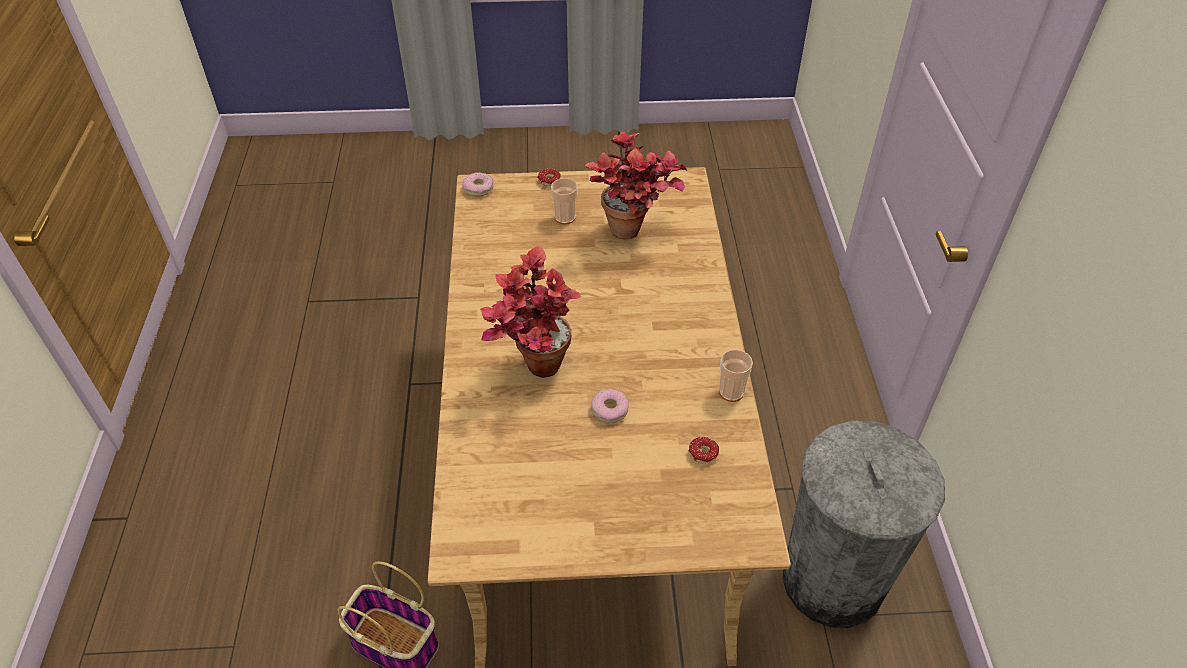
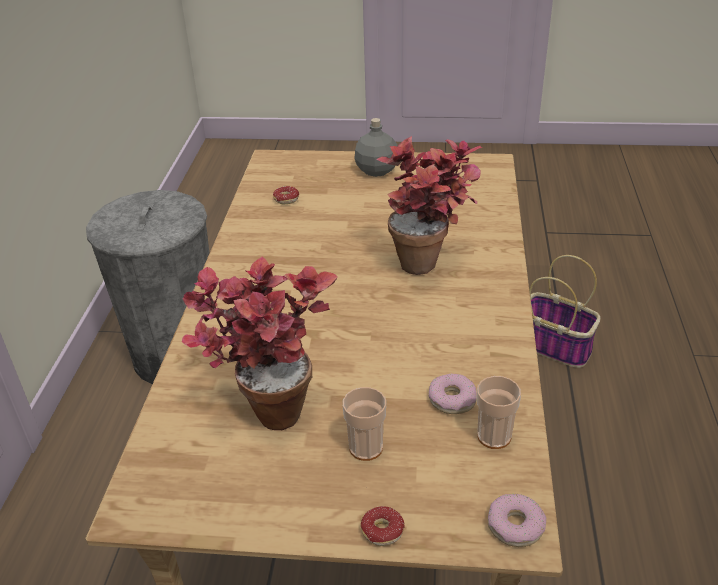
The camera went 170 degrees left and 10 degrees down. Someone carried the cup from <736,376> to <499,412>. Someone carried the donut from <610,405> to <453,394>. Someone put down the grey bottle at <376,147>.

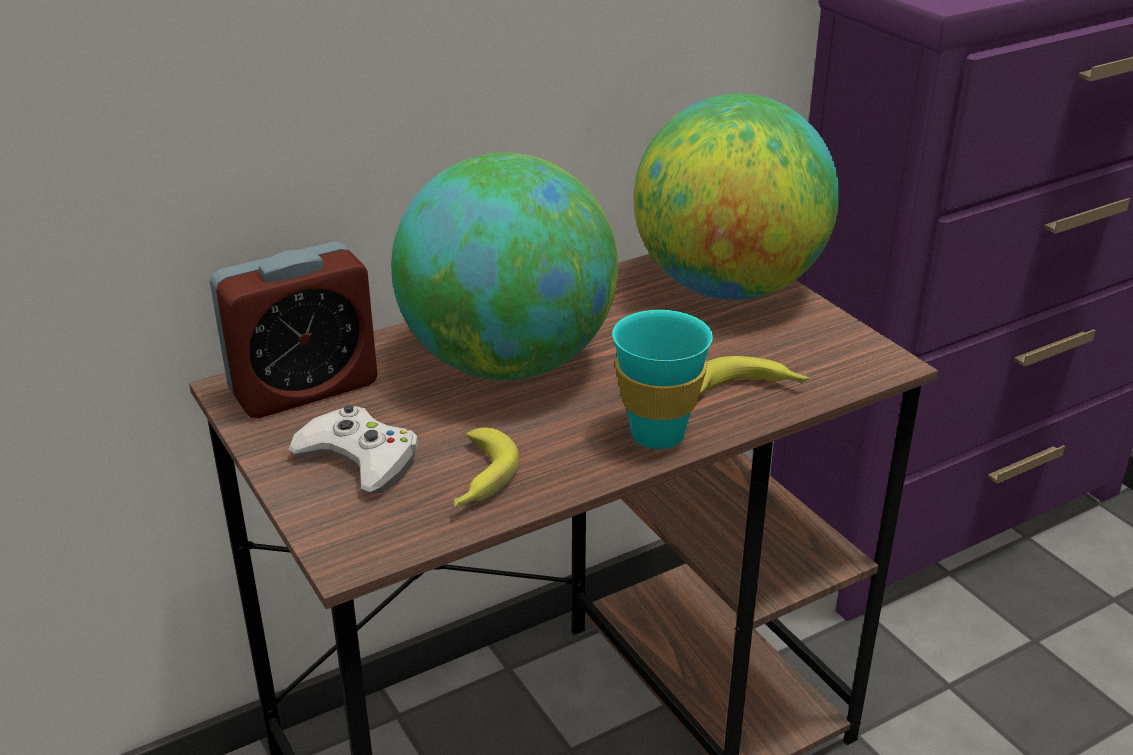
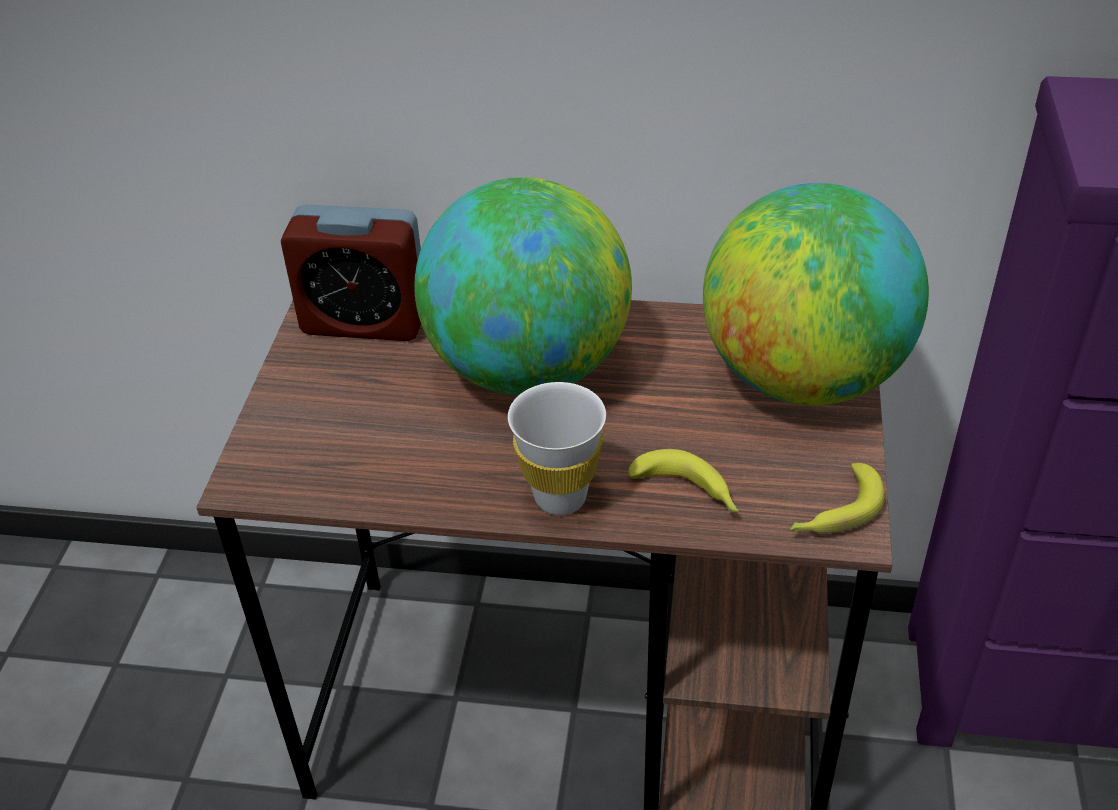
The camera went 40 degrees right and 10 degrees up. Someone repainted the turquoise cup at <662,379>, which became the white cup at <557,448>. Someone took away the white game controller at <353,449>. Someone carried the banana from <487,467> to <837,498>.

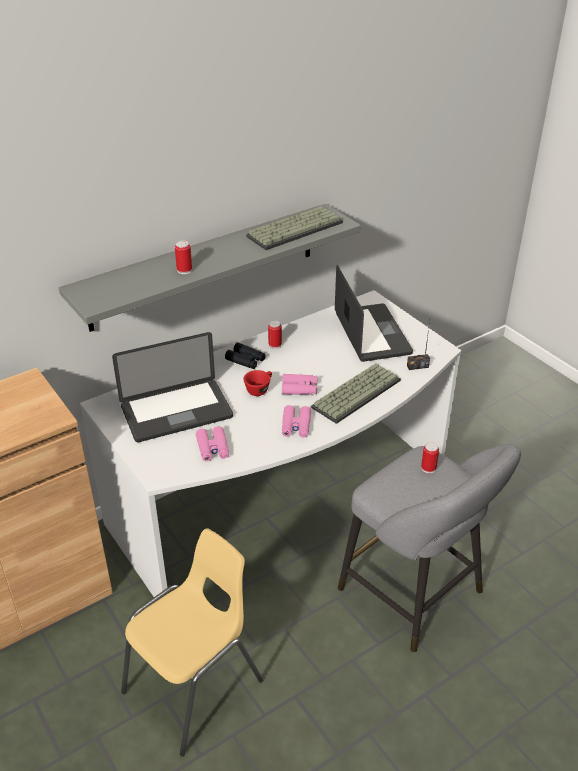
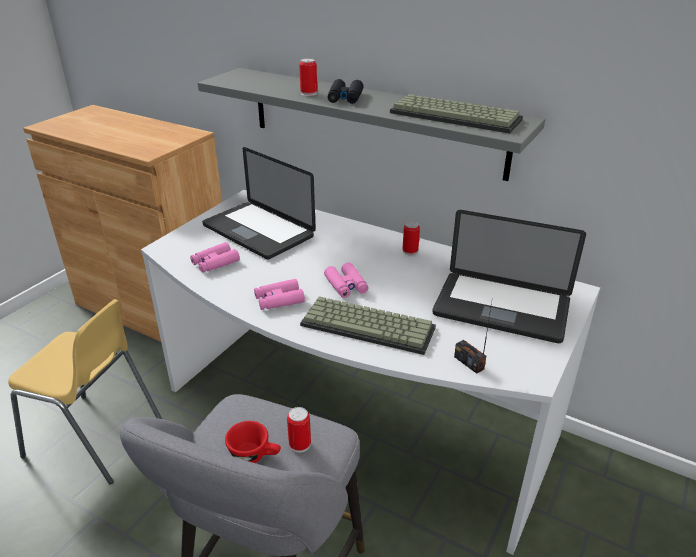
The camera went 65 degrees right and 5 degrees down. Someone rotated the laptop at <374,313> by 60 degrees clockwise. Someone carried the black binoculars from <245,355> to <346,91>. Someone carried the red cup from <258,383> to <253,442>.

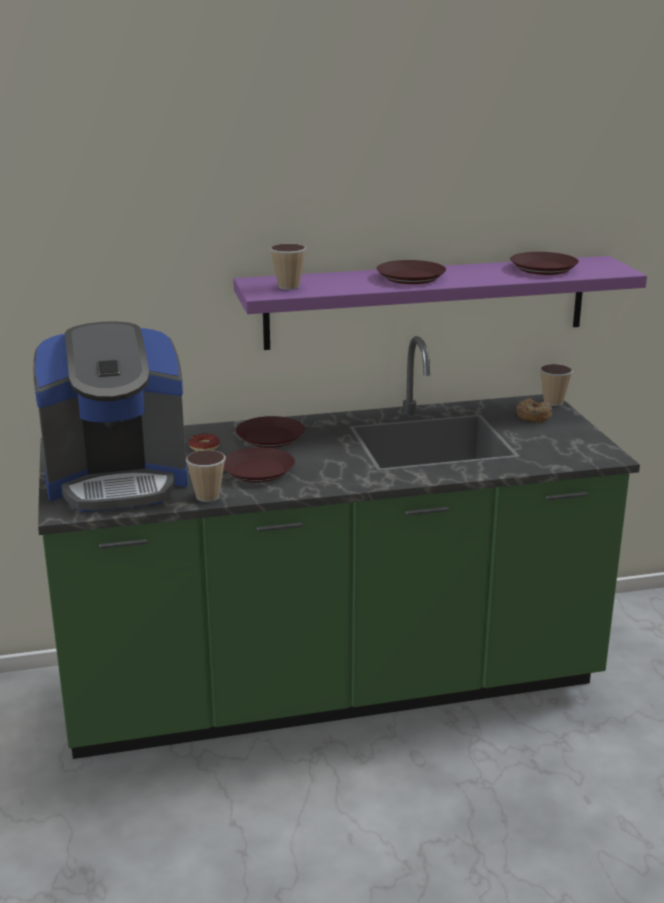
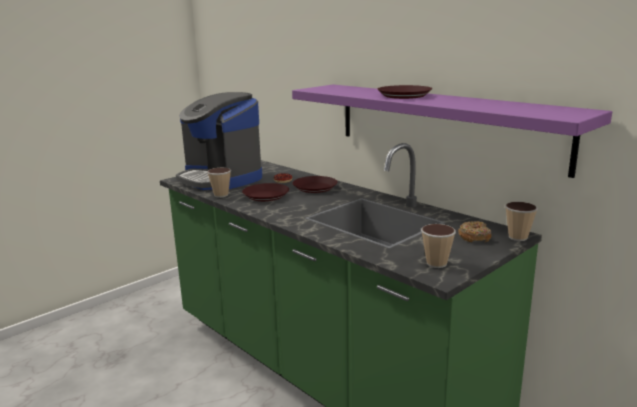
The camera went 60 degrees right and 5 degrees down. Someone carried the cup from <288,267> to <438,246>. Someone took away the brown plate at <544,263>.

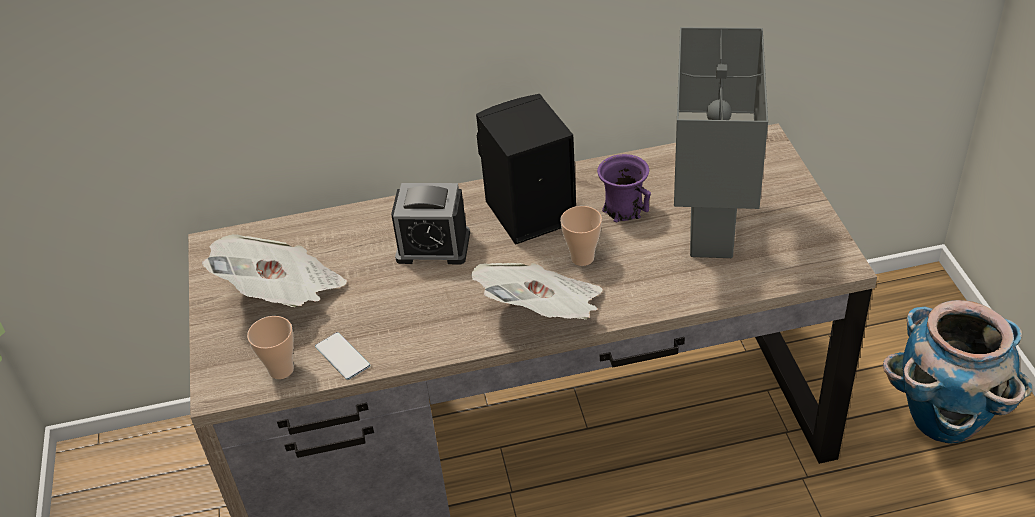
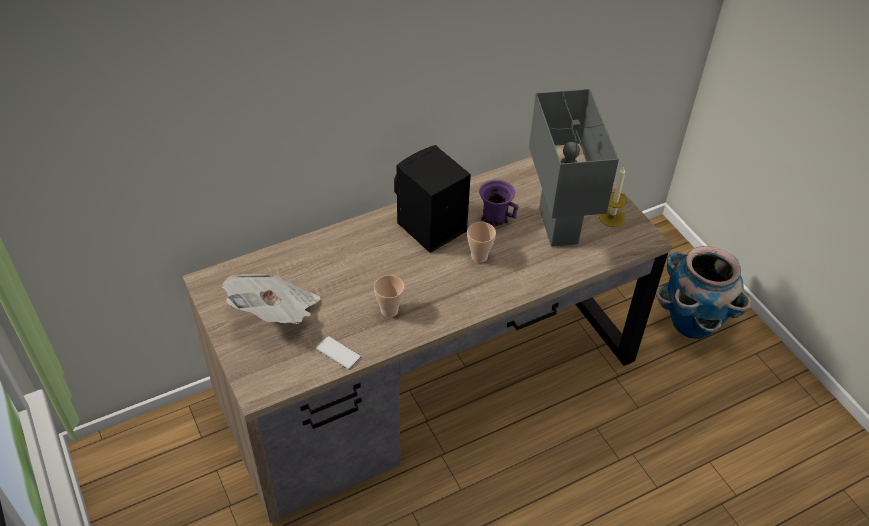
The camera went 20 degrees left and 5 degrees up. Someone took away the alarm clock at <430,223>. Someone took away the newspaper at <537,291>. Someone carried the cup from <270,347> to <389,296>. Someone put down the candle at <613,197>.

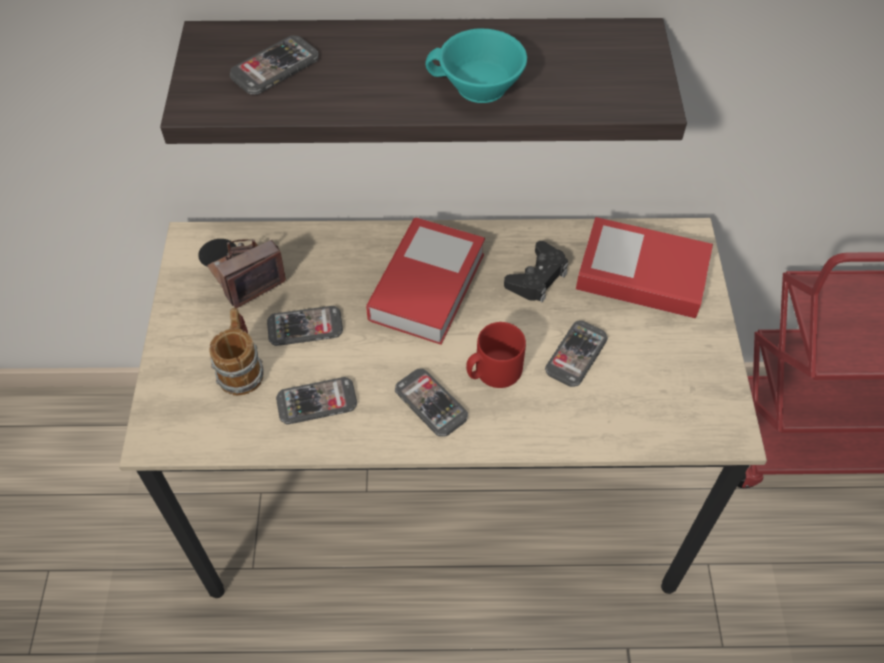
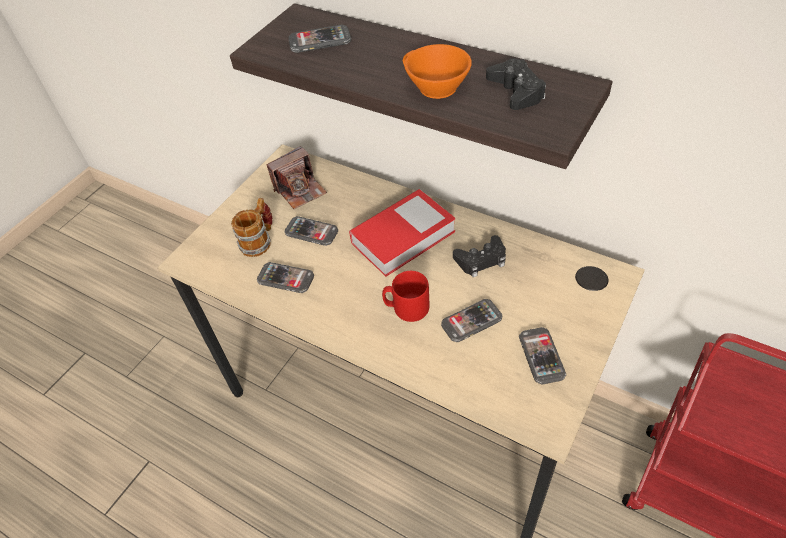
The camera went 35 degrees right and 5 degrees down. Someone repainted the turquoise cup at <476,66>, which became the orange cup at <437,71>. Someone took away the book at <644,268>. Someone rotated the photo camera at <246,273> by 150 degrees clockwise. Someone carried the phone from <431,403> to <542,355>. Someone put down the black game controller at <516,84>.

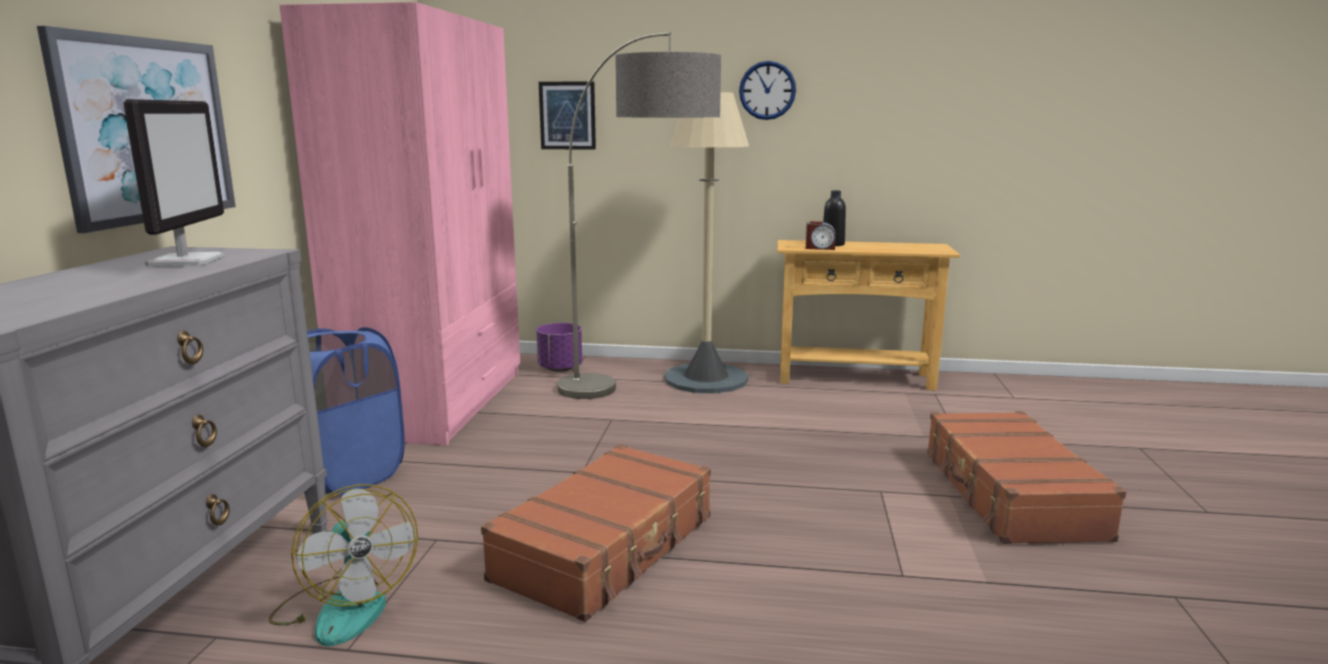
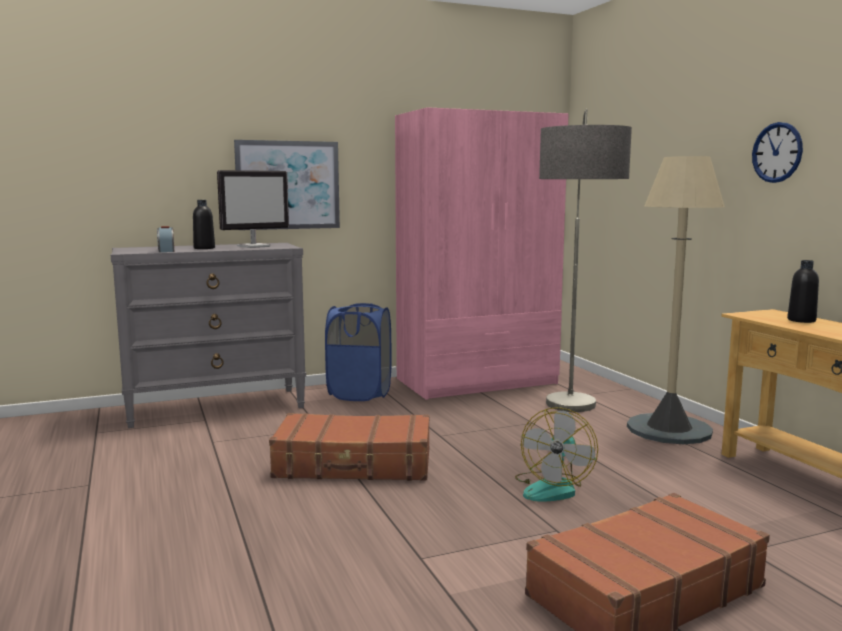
The camera went 60 degrees right and 5 degrees down. Someone took away the picture at <567,115>. Someone carried the alarm clock from <821,235> to <165,239>. Someone took away the purple planter at <559,347>. Someone carried the fan from <343,565> to <556,454>. Someone put down the black bottle at <204,224>.

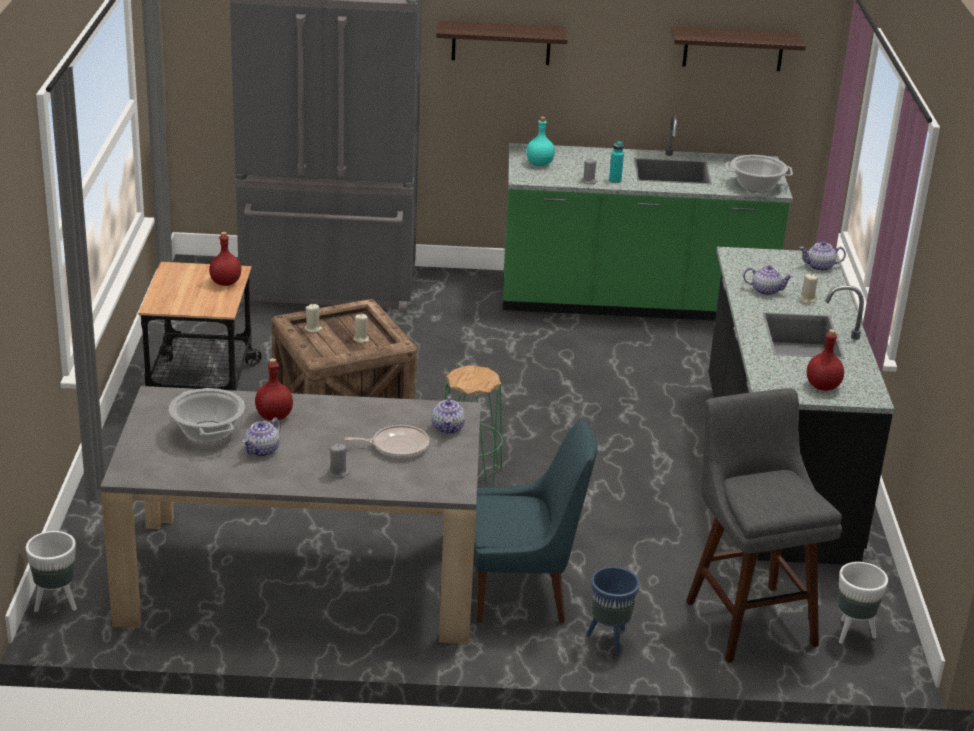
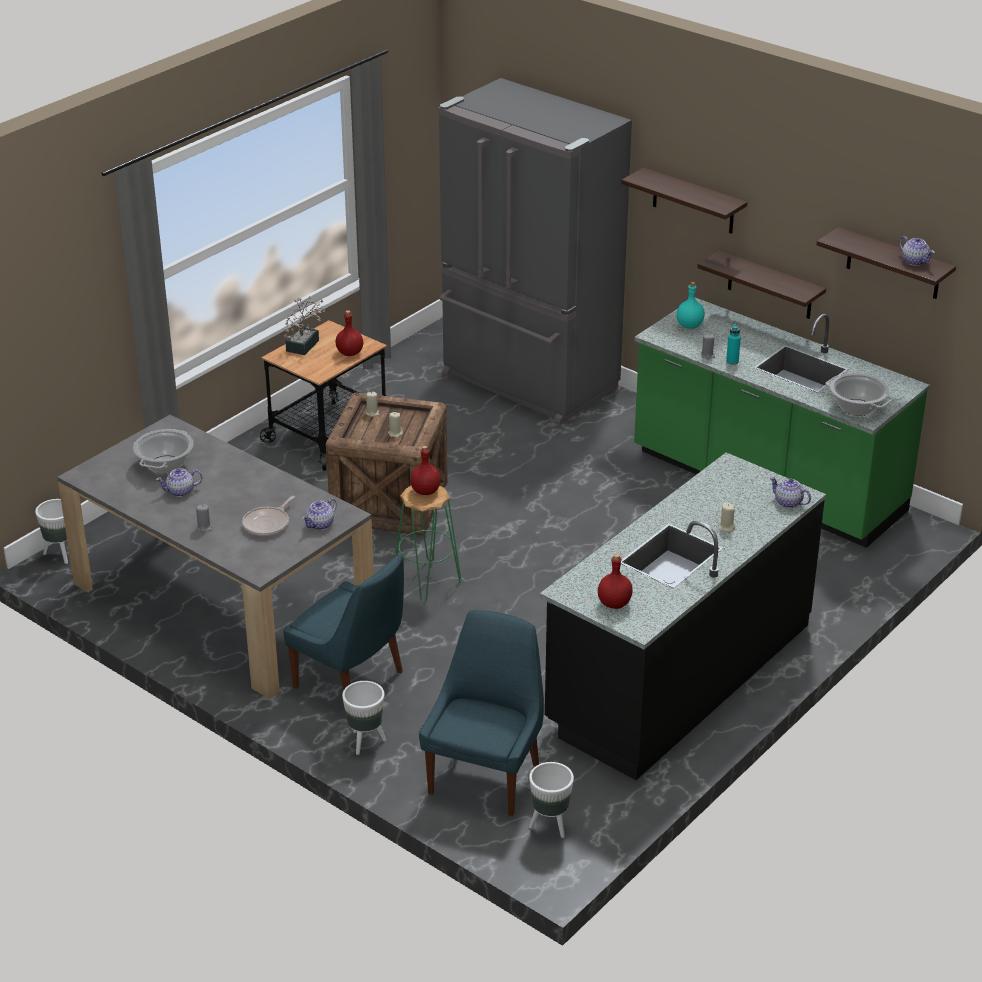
The camera went 40 degrees right and 5 degrees up. Someone carried the teapot from <768,280> to <917,251>. Someone carried the red bottle from <274,389> to <425,470>. Someone swapped the grey stool at <764,525> for the blue chair at <481,713>. Someone rotated the frying pan at <387,441> by 90 degrees clockwise. Someone repainted the blue planter at <613,610>, which became the white planter at <364,718>. Someone put up the shelf at <761,285>. Someone put down the potted plant at <304,325>.

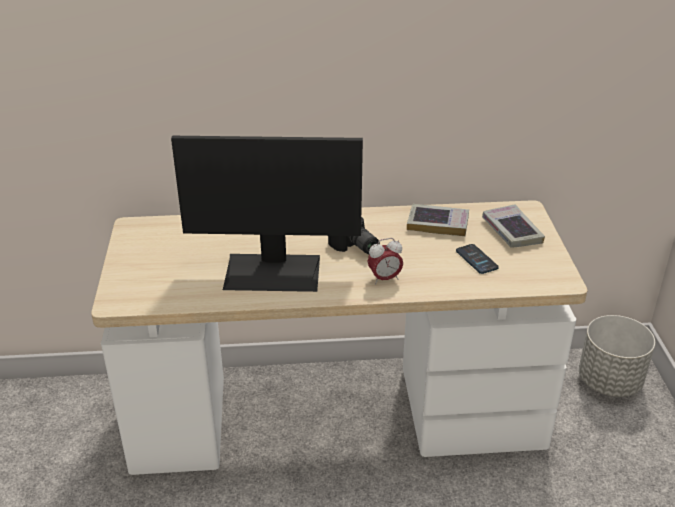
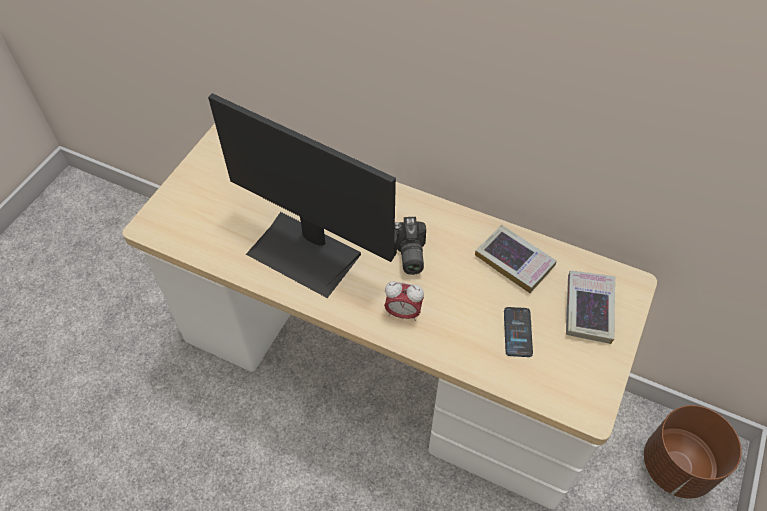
The camera went 30 degrees right and 20 degrees up. Someone repainted the grey planter at <617,356>, which became the brown planter at <693,452>.

